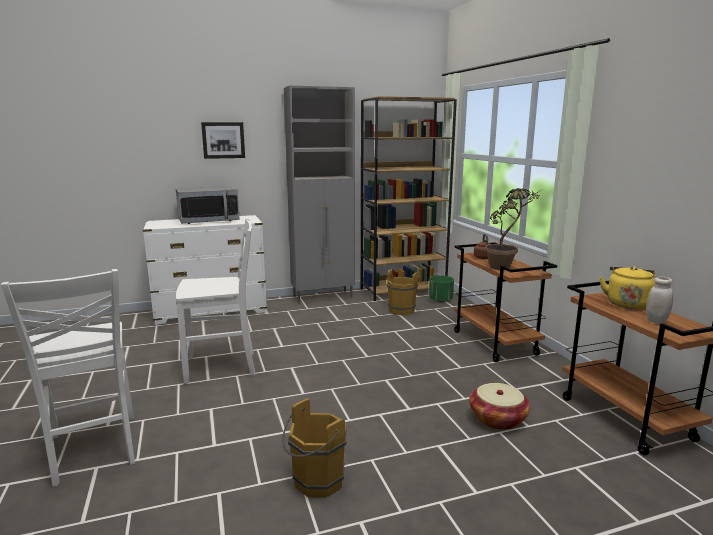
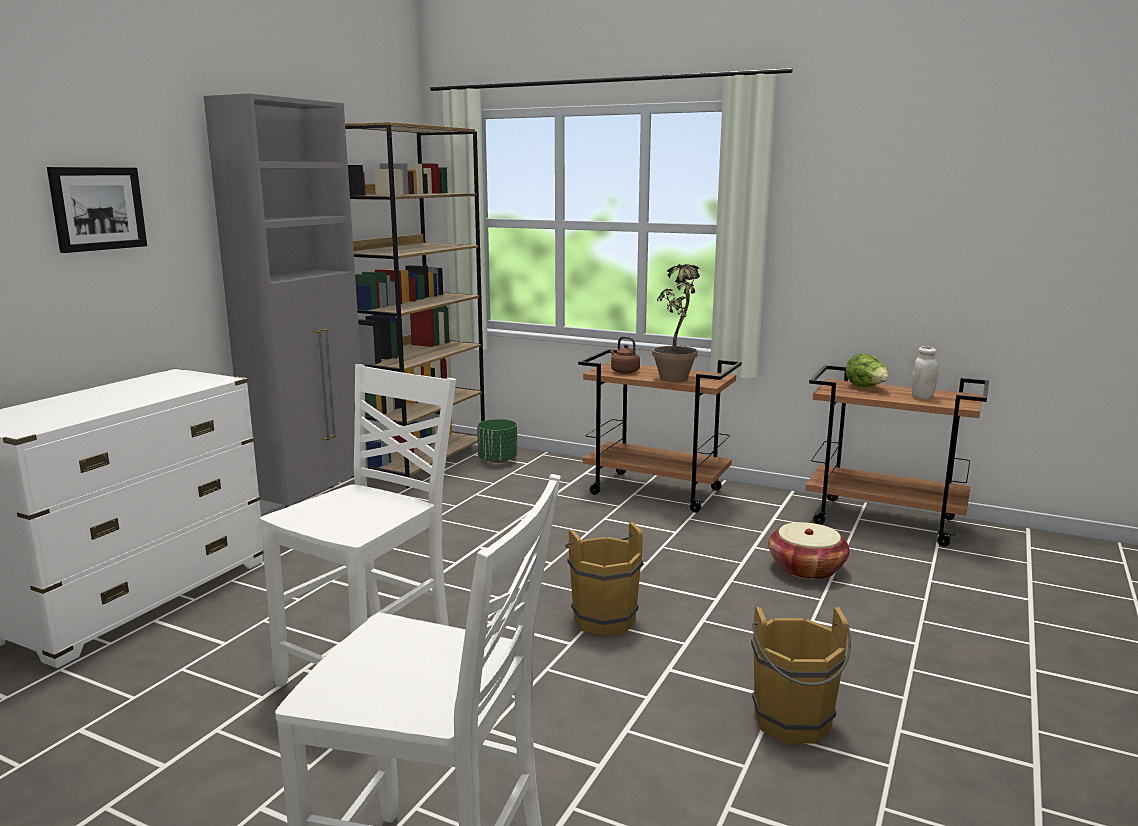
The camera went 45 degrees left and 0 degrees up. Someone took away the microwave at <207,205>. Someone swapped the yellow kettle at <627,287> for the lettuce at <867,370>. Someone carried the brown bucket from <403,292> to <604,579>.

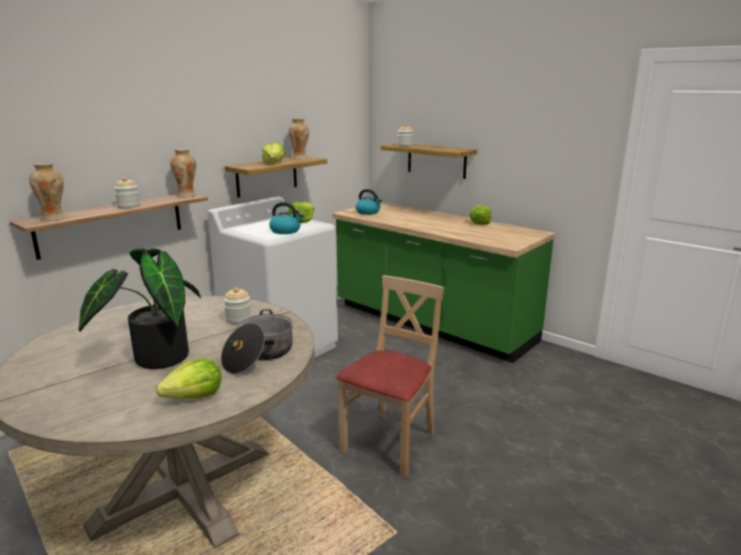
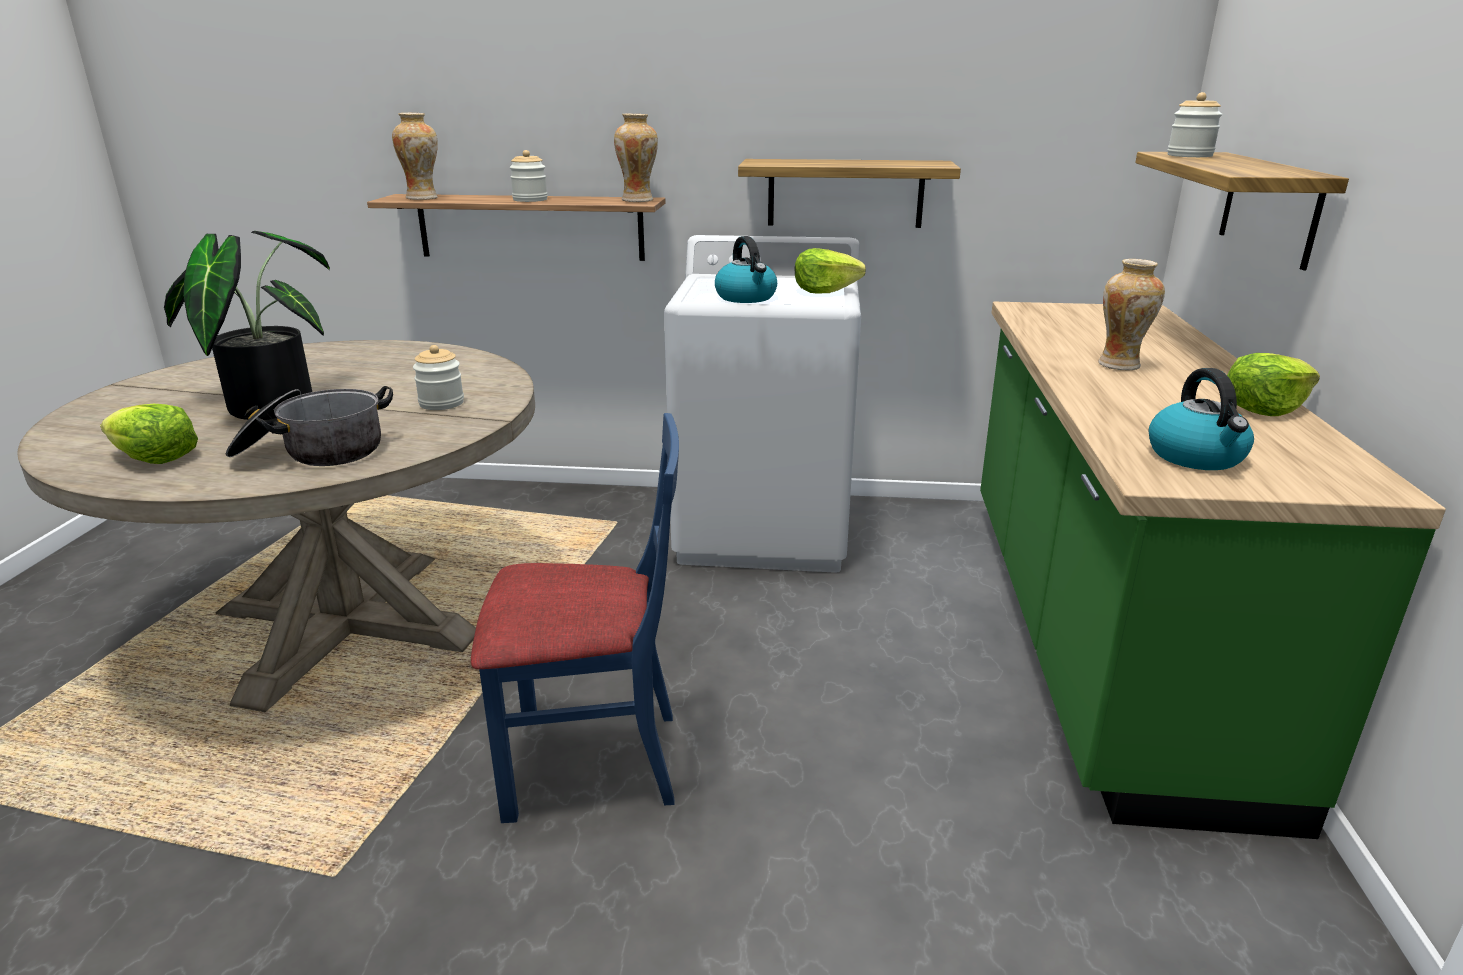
The camera went 55 degrees right and 5 degrees up. Someone carried the vase from <298,139> to <1131,314>. Someone took away the lettuce at <273,153>. Someone carried the kettle from <369,202> to <1201,419>. Someone repainted the beige chair at <390,376>, which became the blue chair at <575,618>.

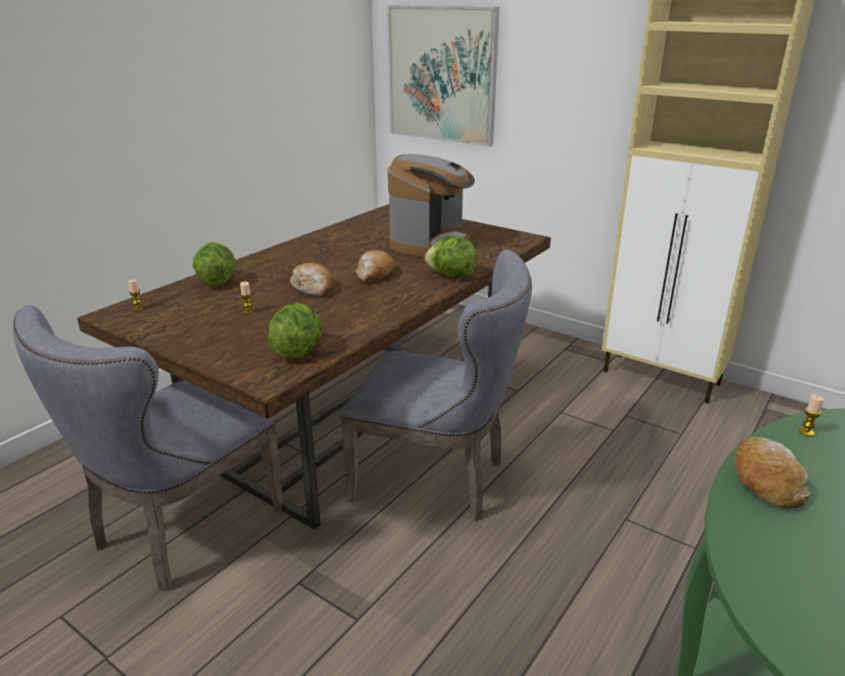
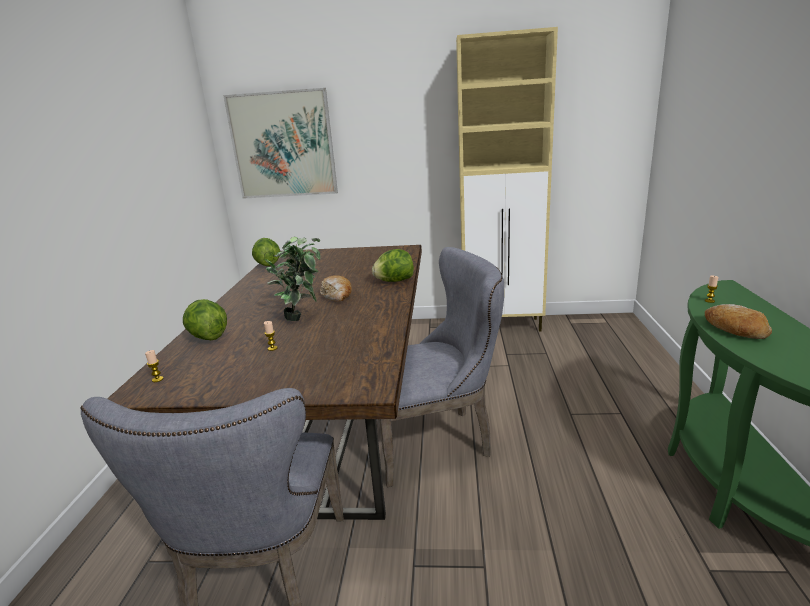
The camera went 30 degrees left and 5 degrees down. Someone took away the coffee machine at <431,205>. Someone swapped the bread at <311,279> for the potted plant at <293,279>. Someone carried the lettuce from <295,331> to <266,252>.

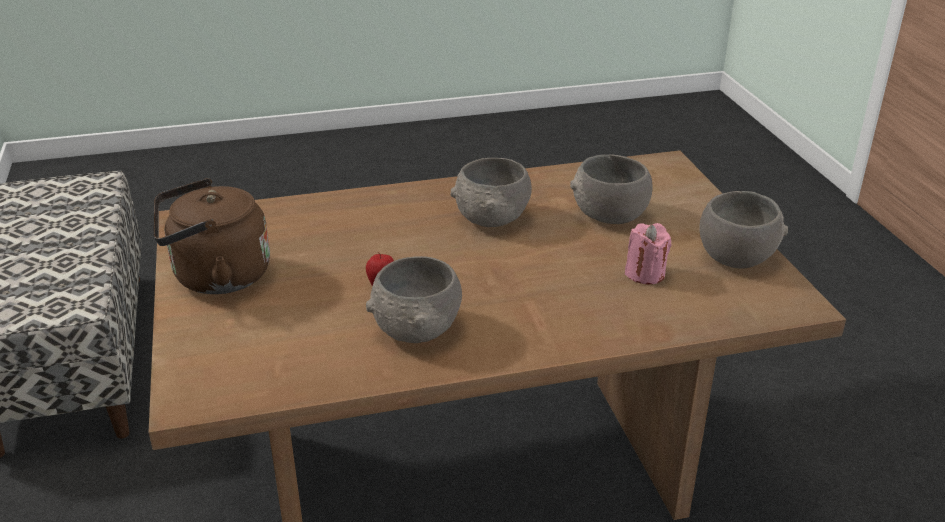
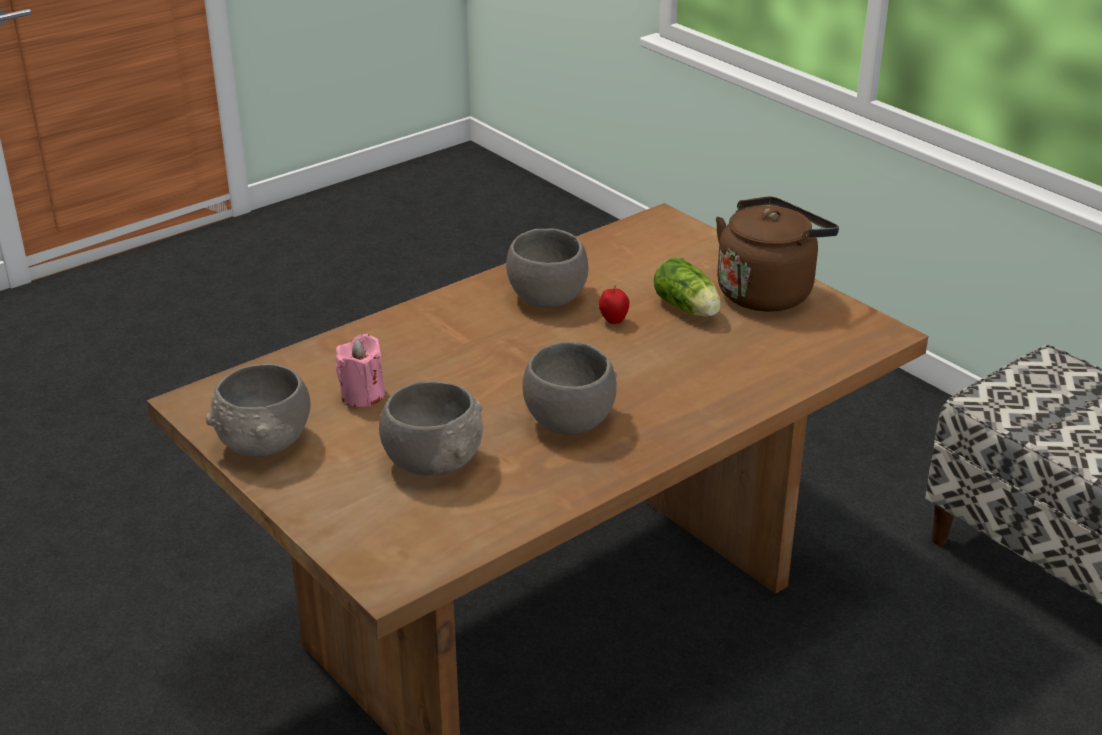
The camera went 155 degrees right and 0 degrees up. Someone put down the lettuce at <687,287>.

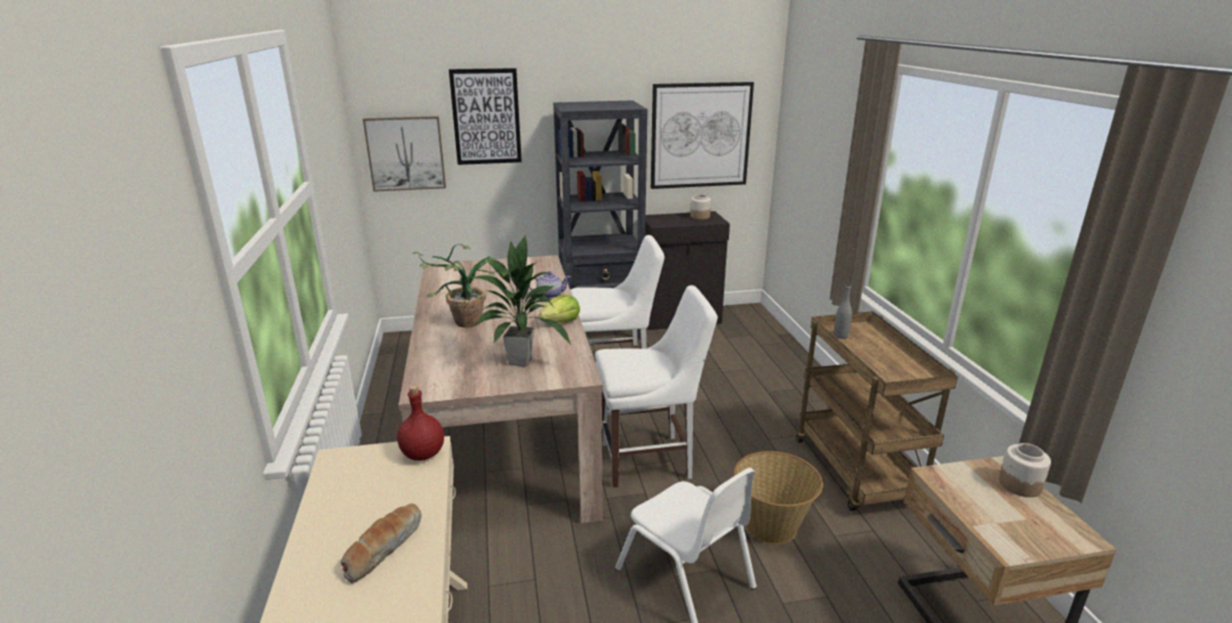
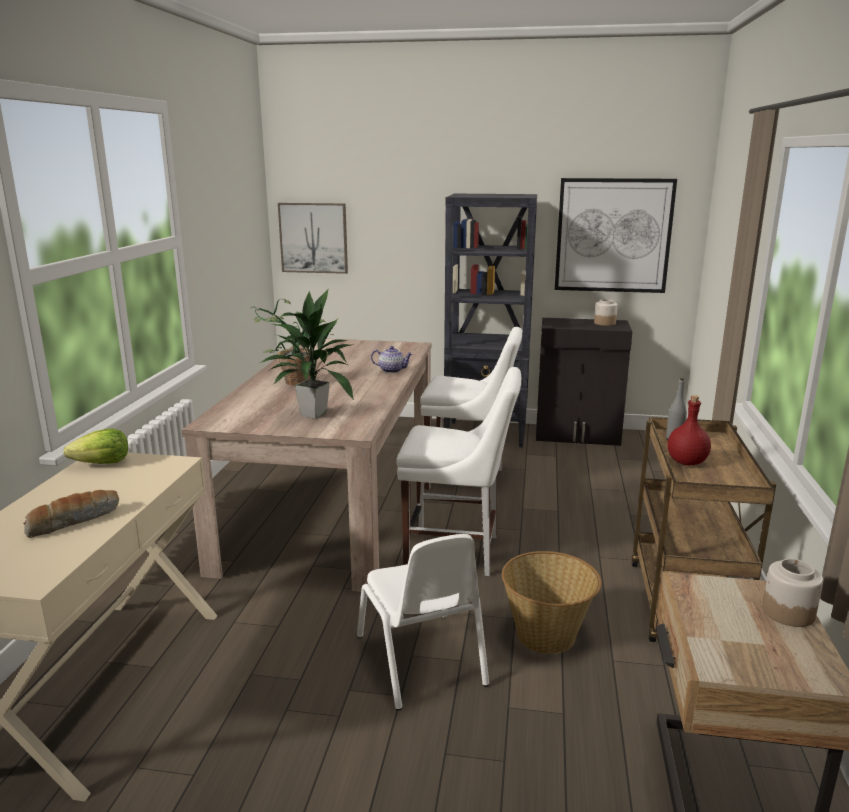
The camera went 20 degrees right and 5 degrees down. Someone took away the picture at <485,116>. Someone carried the lettuce from <559,309> to <95,446>. Someone carried the red bottle from <420,423> to <689,430>.

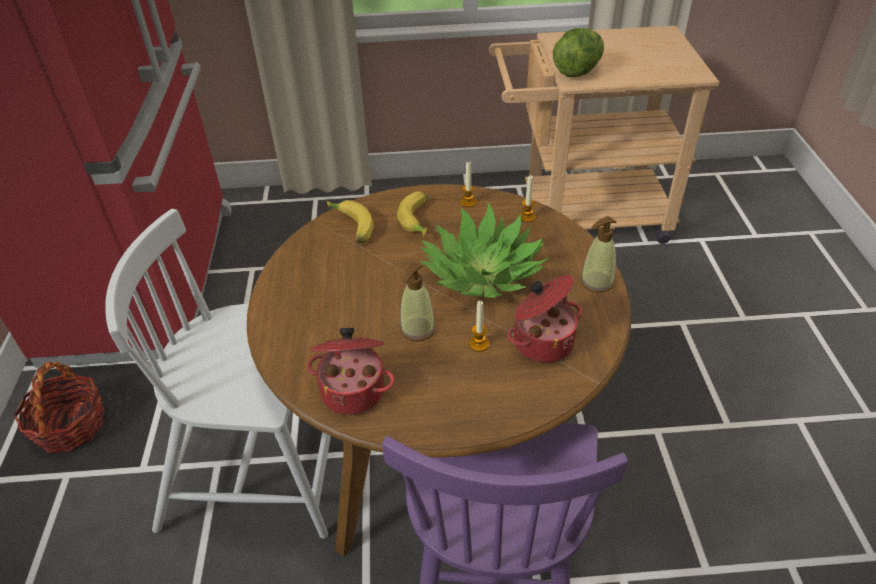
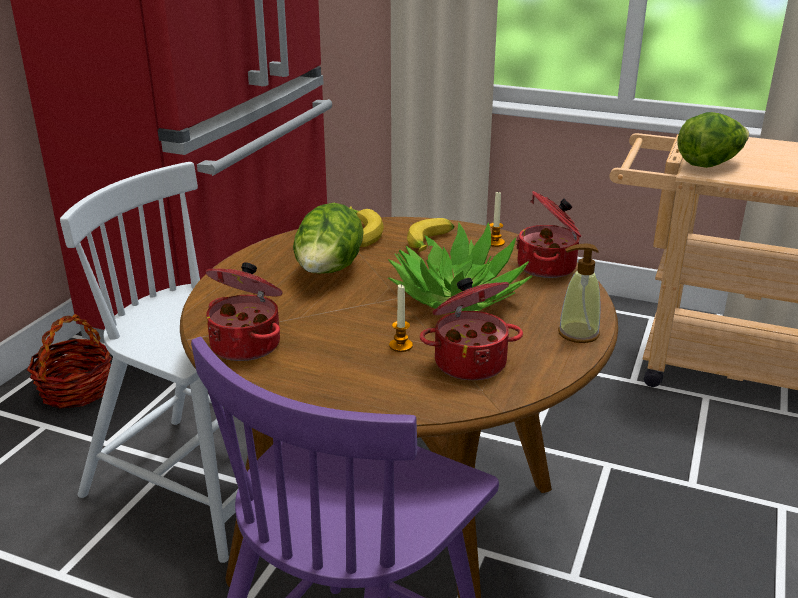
The camera went 25 degrees right and 15 degrees down. Someone swapped the candle at <527,198> for the cooking pot at <548,234>. Someone took away the soap dispenser at <418,302>. Someone put down the lettuce at <328,238>.

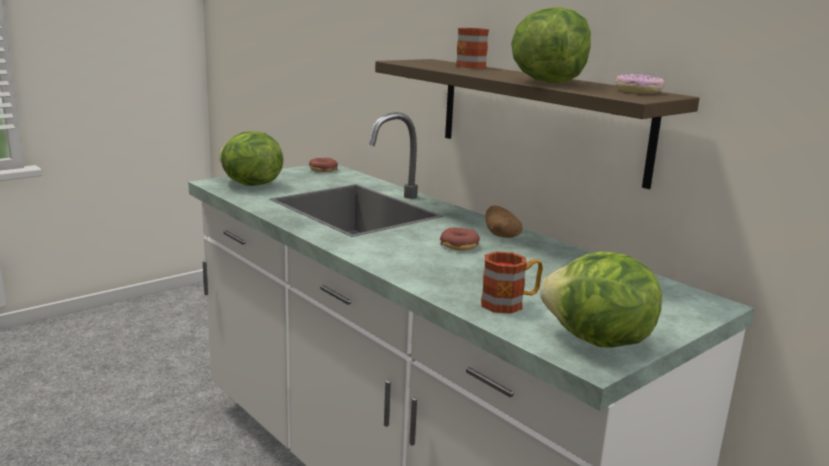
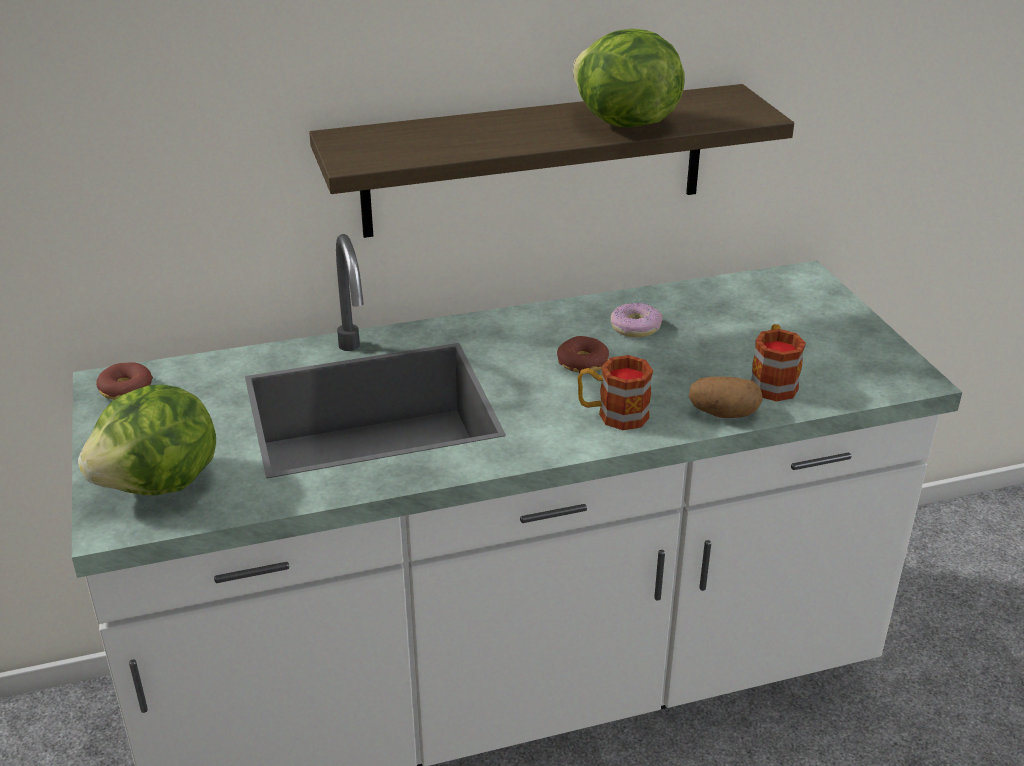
The camera went 65 degrees left and 15 degrees up. Someone carried the mug from <472,48> to <615,392>. Someone carried the donut from <639,83> to <637,320>. Someone carried the potato from <504,222> to <726,397>. Someone took away the lettuce at <601,300>.

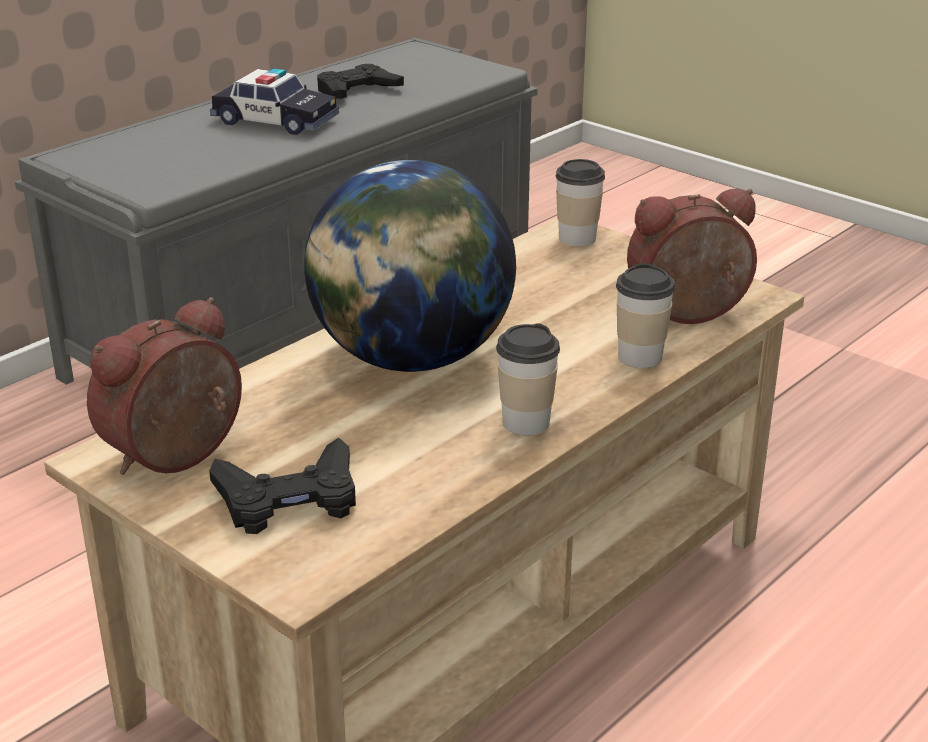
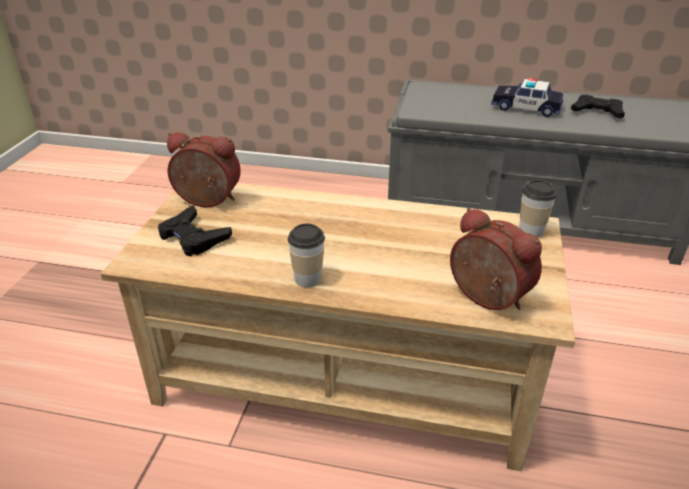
The camera went 60 degrees right and 5 degrees up. Someone rotated the toy car at <274,101> by 120 degrees clockwise. Someone took away the globe at <410,266>. Someone took away the cup at <645,315>.

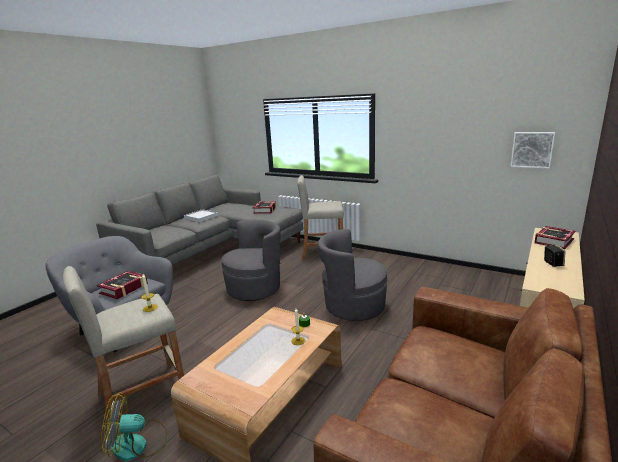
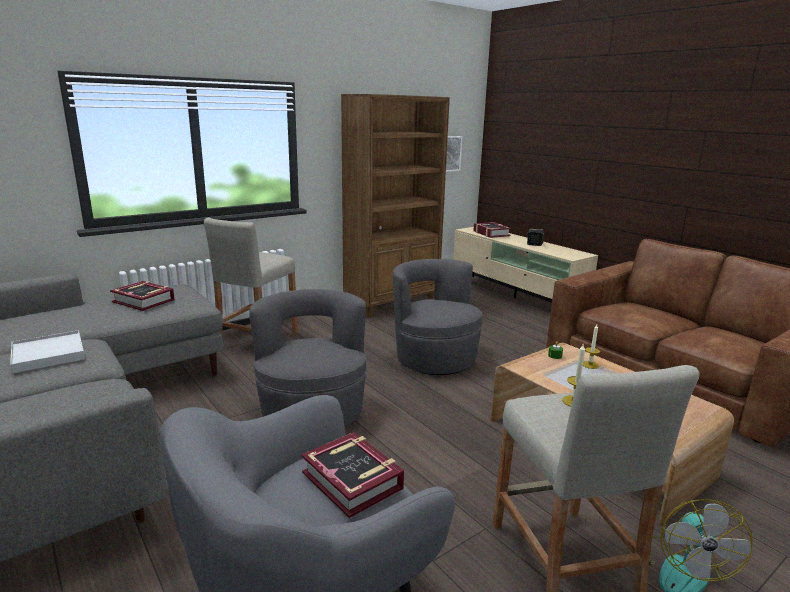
The camera went 70 degrees left and 0 degrees up. Someone rotated the grey armchair at <353,275> by 120 degrees clockwise. Someone put down the brown bookcase at <395,206>.

